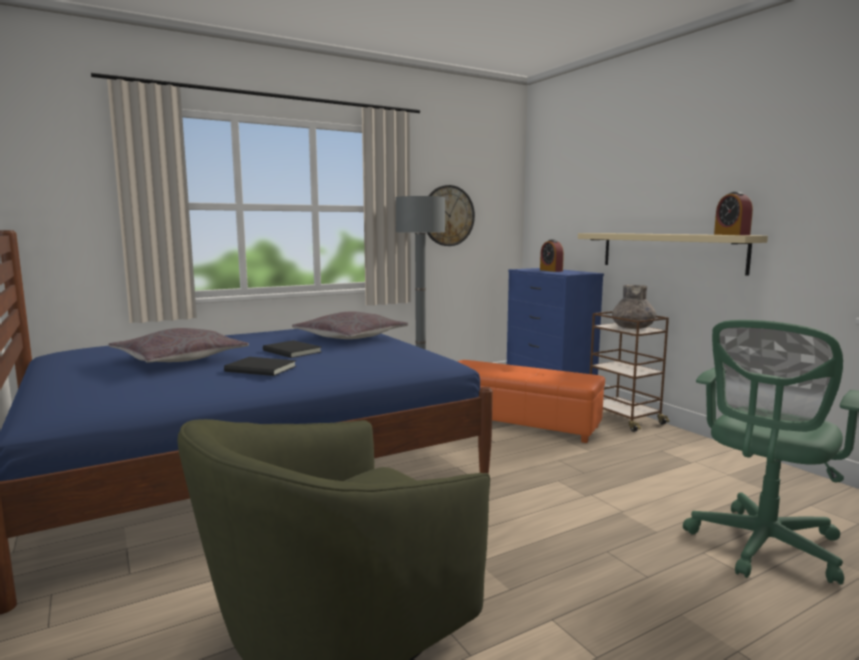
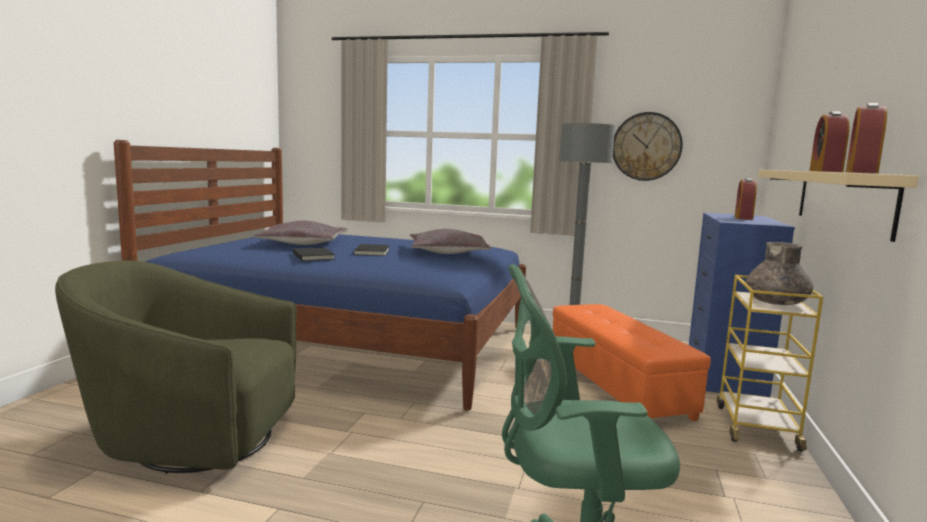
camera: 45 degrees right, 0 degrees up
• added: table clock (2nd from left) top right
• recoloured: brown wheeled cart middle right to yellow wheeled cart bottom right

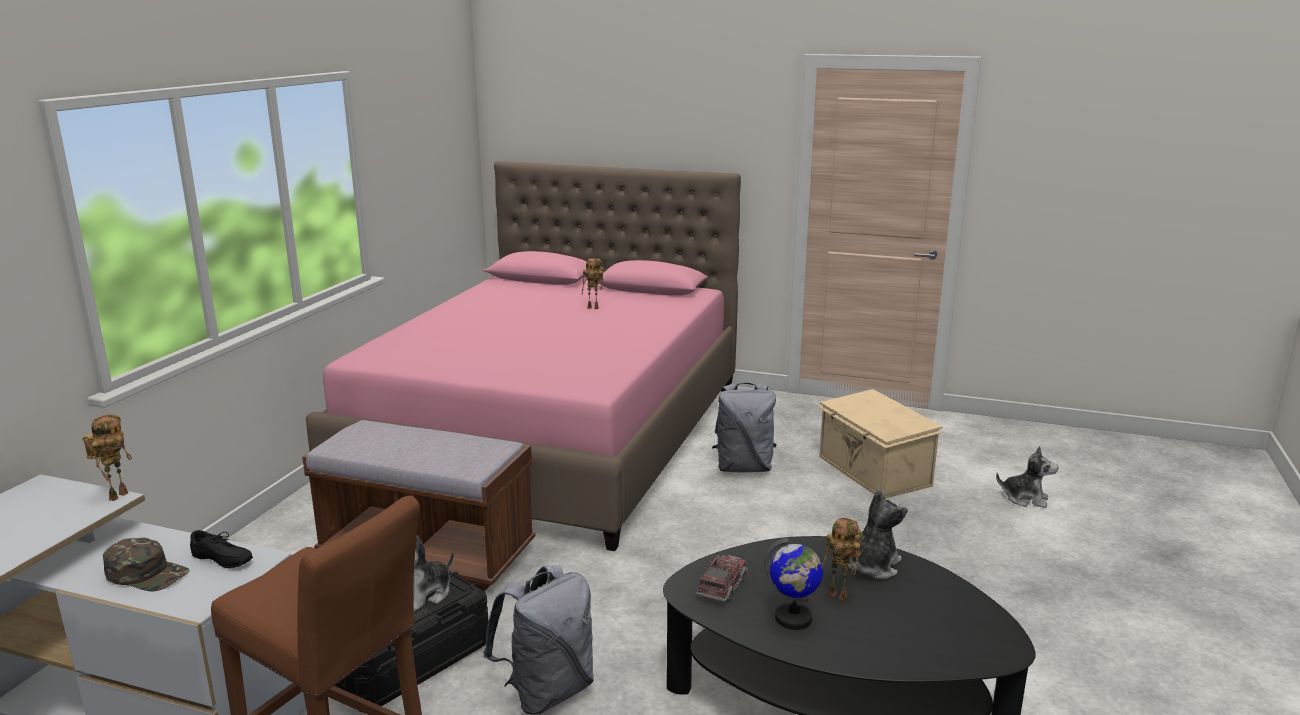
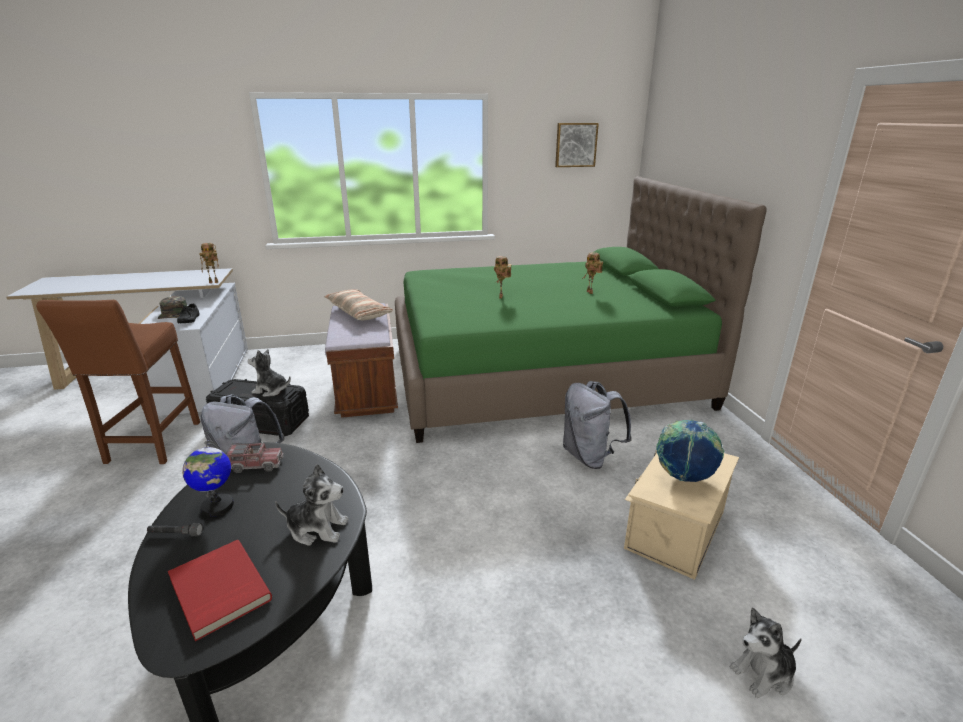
camera: 60 degrees right, 5 degrees up
• added: grey hand torch bottom left
• added: red-coloured book bottom left
• added: pillow centre
• added: picture top centre
• added: world globe (2nd from left) middle right
• moved: model robot (3rd from left in the first image) bottom centre to model robot (2nd from left) centre
• recoloured: pink bedroom bed centre to green bedroom bed centre
• turned: cuddly toy (3rd from left) bottom right = bottom right 75 degrees clockwise

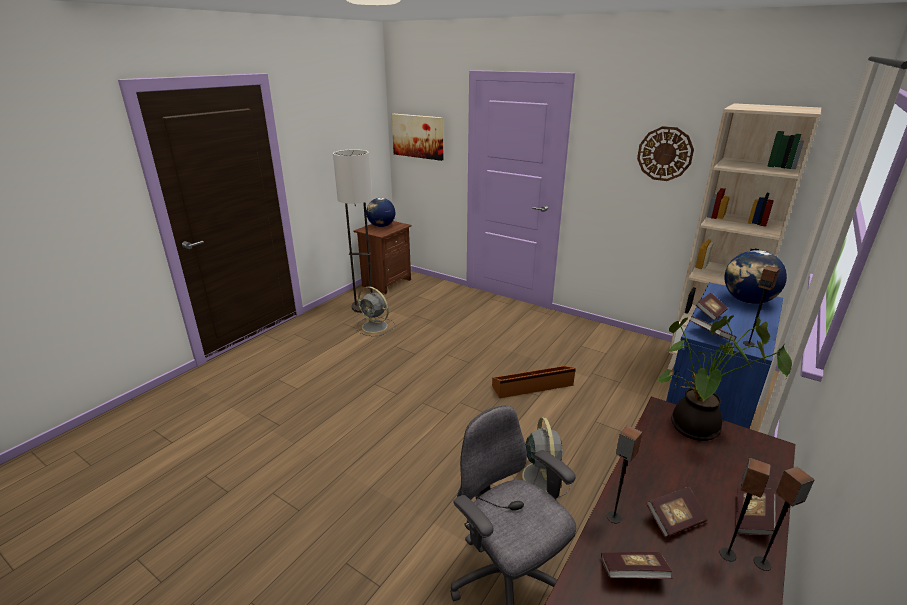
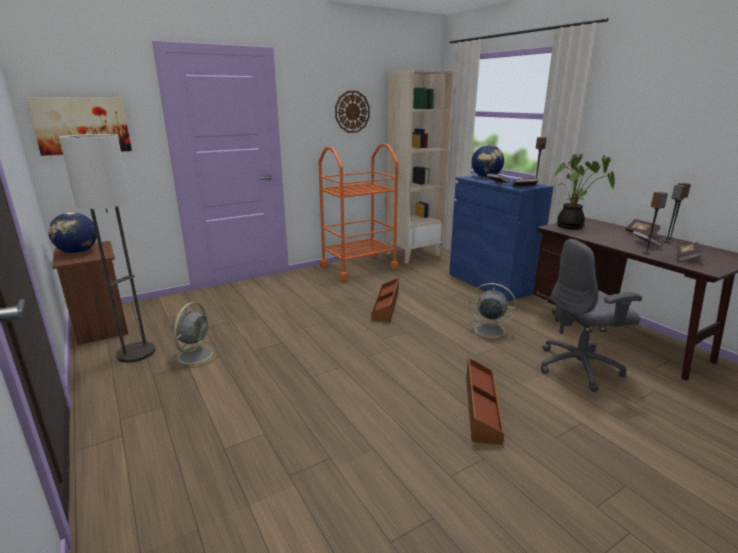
camera: 65 degrees left, 5 degrees down
• added: orange-coloured wheeled cart centre
• added: brown storage container (2nd from left) bottom centre
• turned: grey cooling fan (1st from left) centre = middle left 45 degrees counterclockwise

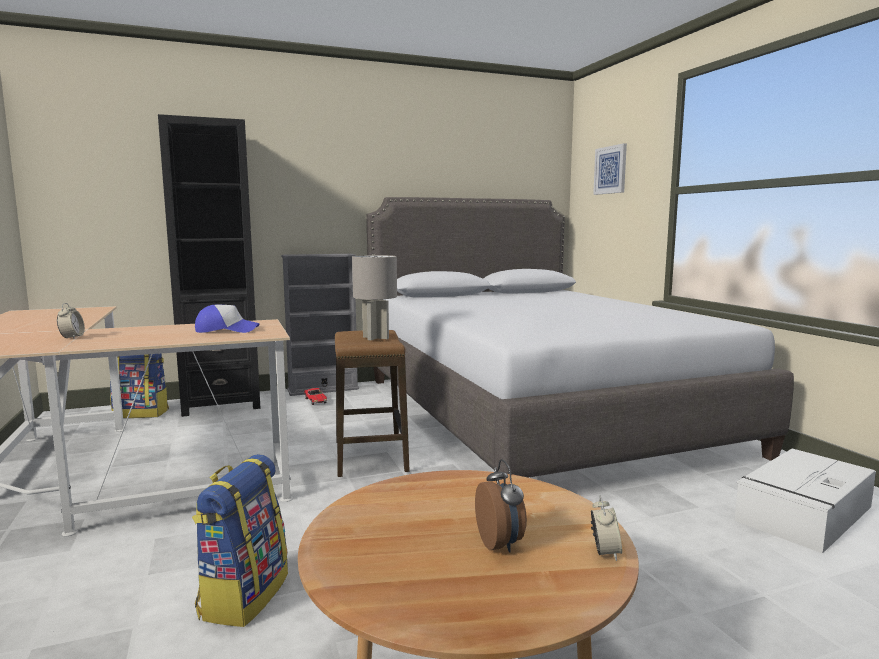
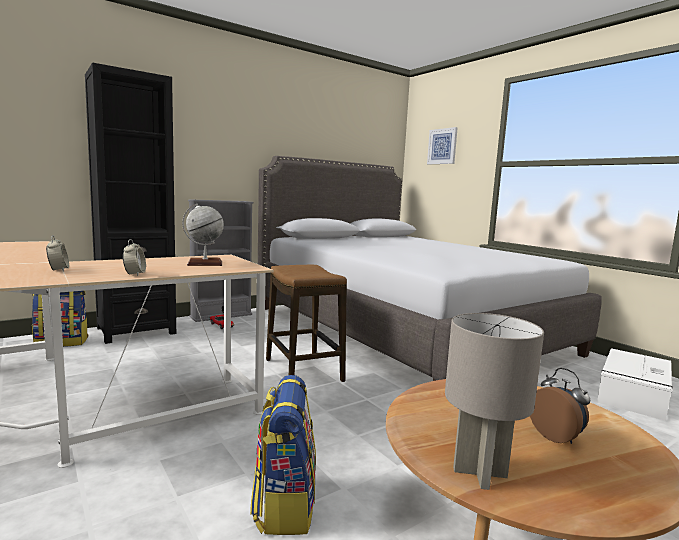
camera: 15 degrees left, 0 degrees up
• moved: grey lamp for a table centre to bottom right
• moved: table clock (3rd from left in the first image) bottom right to table clock (2nd from left) middle left
• replaced: peaked cap middle left to world globe middle left

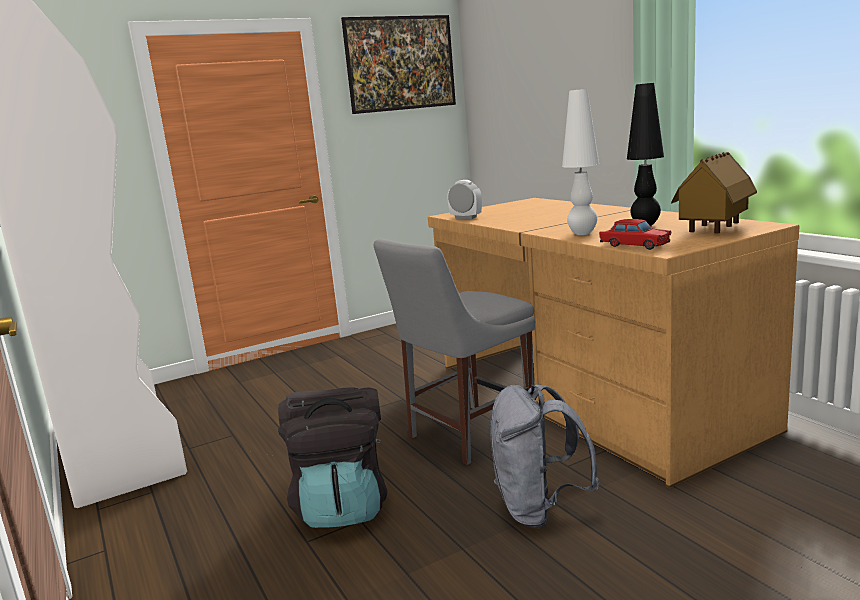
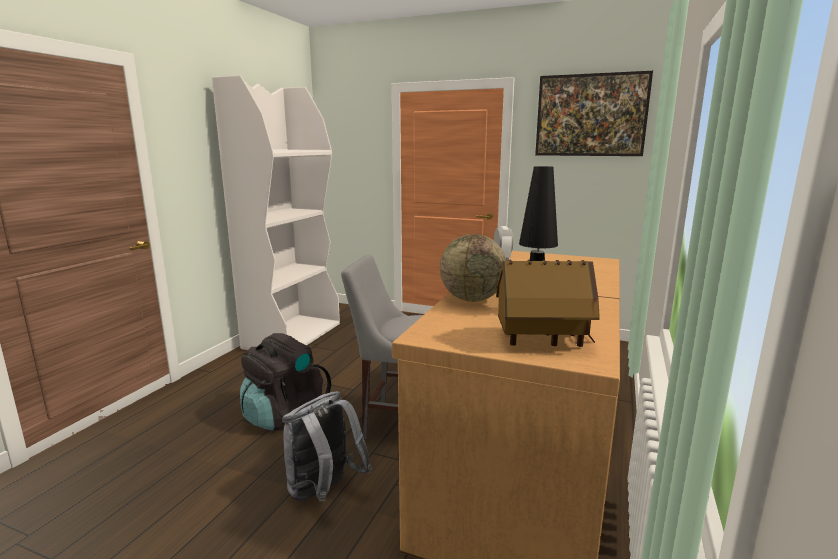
camera: 50 degrees right, 0 degrees up
• removed: red-coloured model car middle right
• replaced: whitish lamp for a table top right to world globe centre

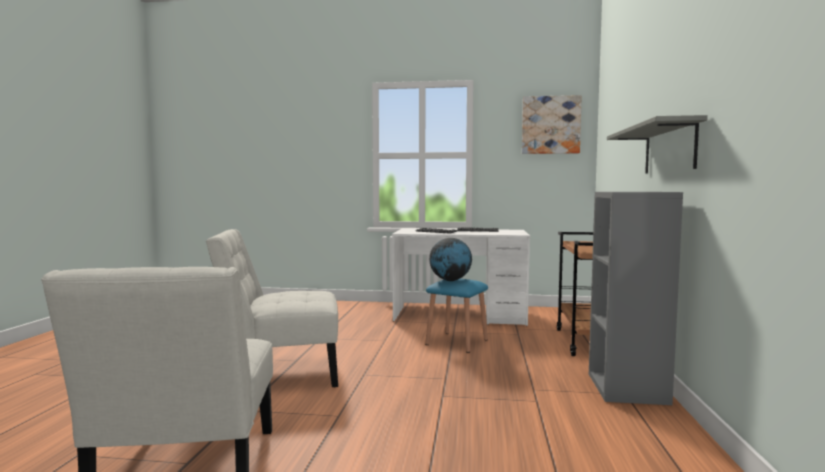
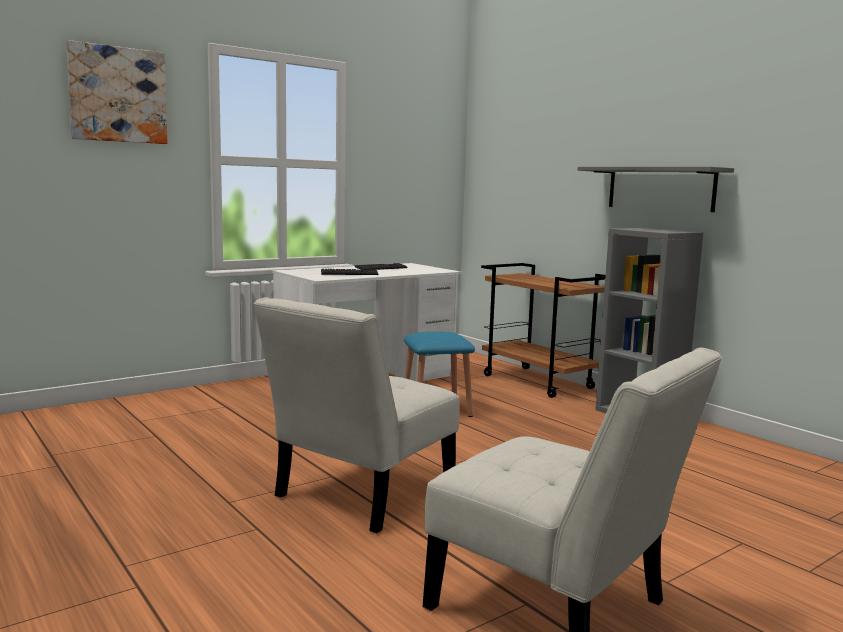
camera: 45 degrees left, 5 degrees up
• removed: world globe centre
• moved: picture top right to top left

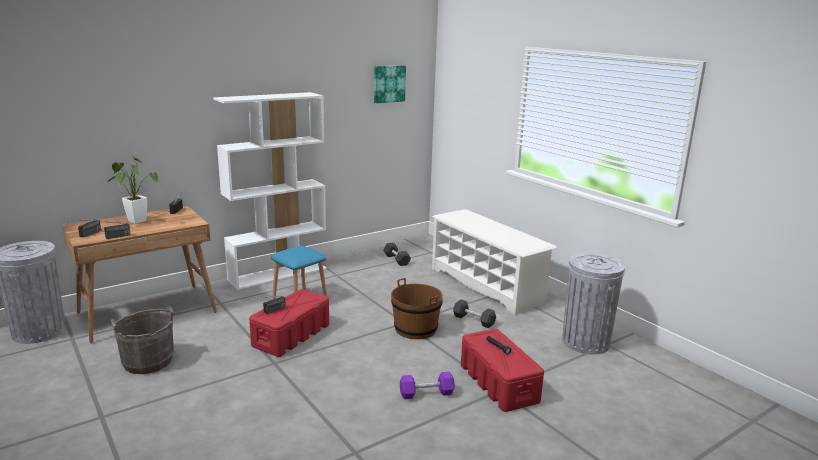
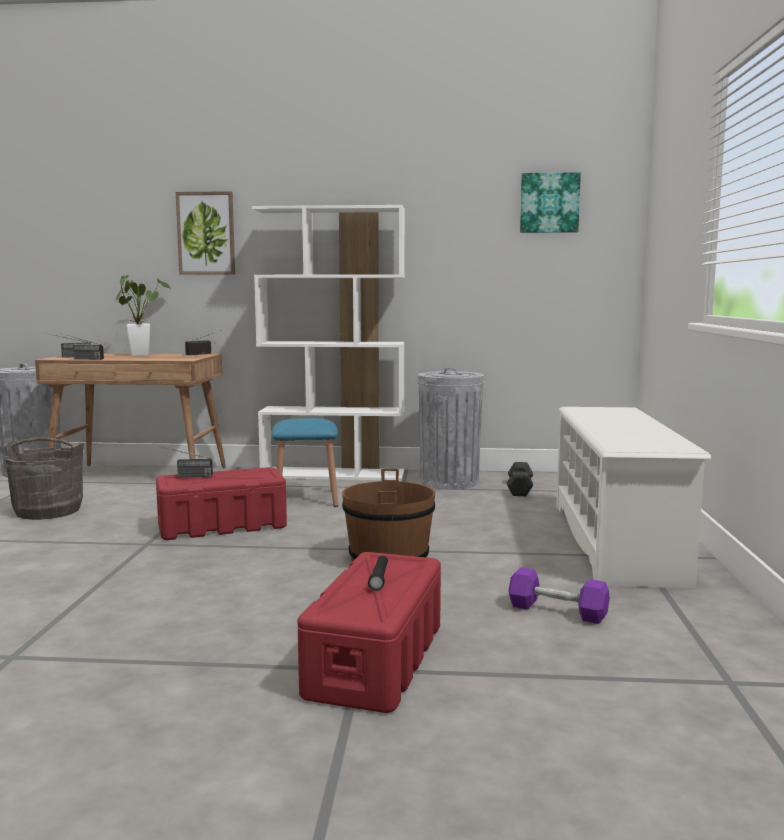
camera: 40 degrees right, 10 degrees down
• removed: blackish free weight (2nd from left) bottom centre
• added: picture (1st from left) top left
• moved: purple-coloured free weight bottom centre to bottom right
• moved: grey rubbish bin (2nd from left) middle right to centre

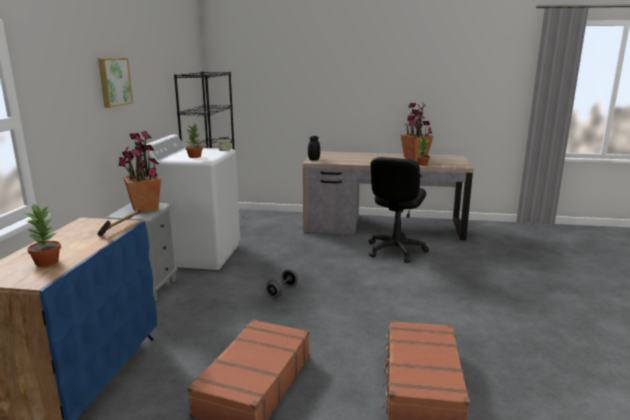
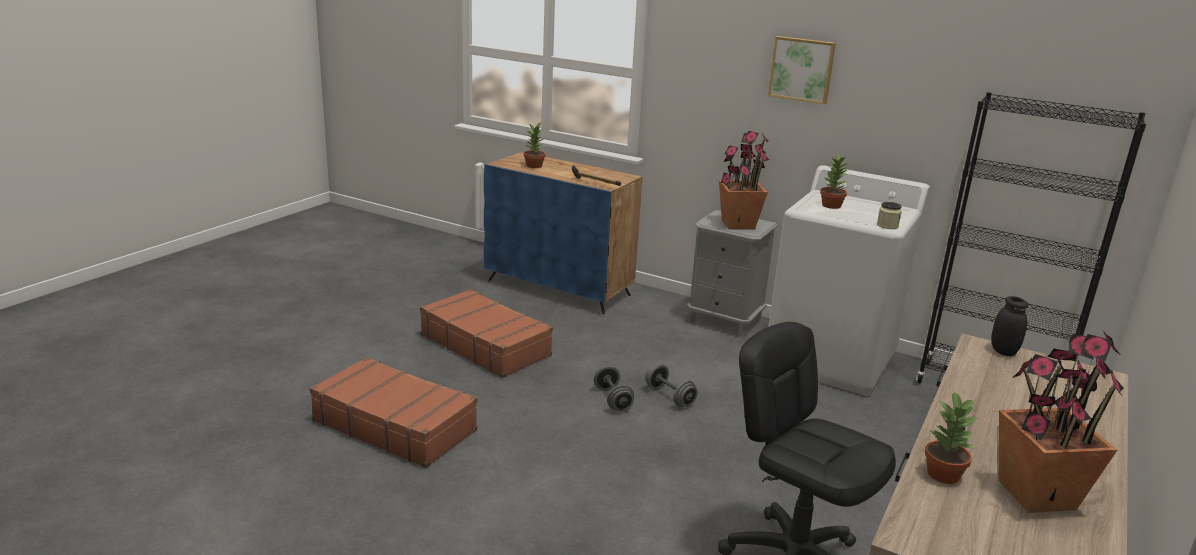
camera: 110 degrees right, 5 degrees up
• added: grey free weight (1st from left) bottom centre

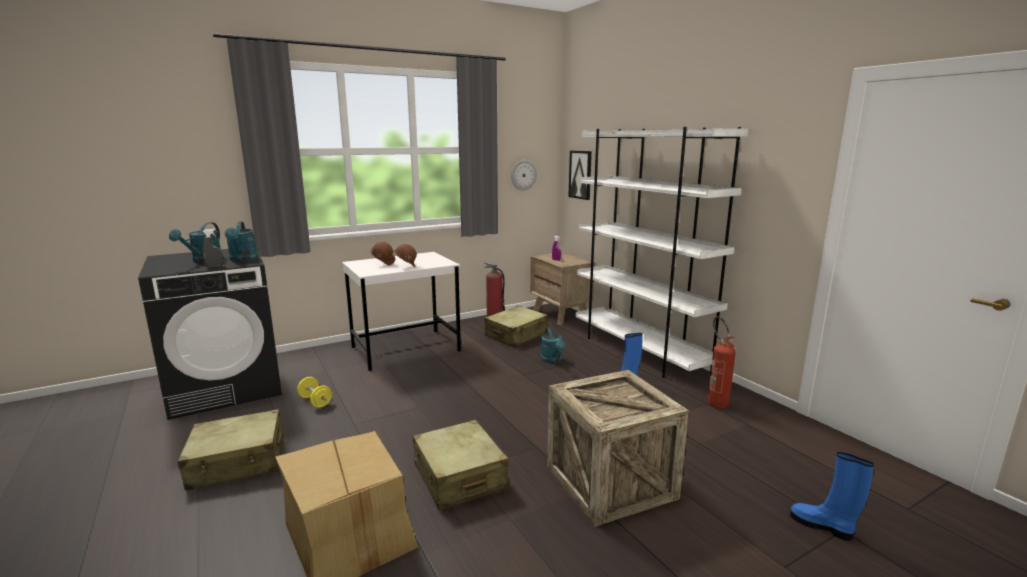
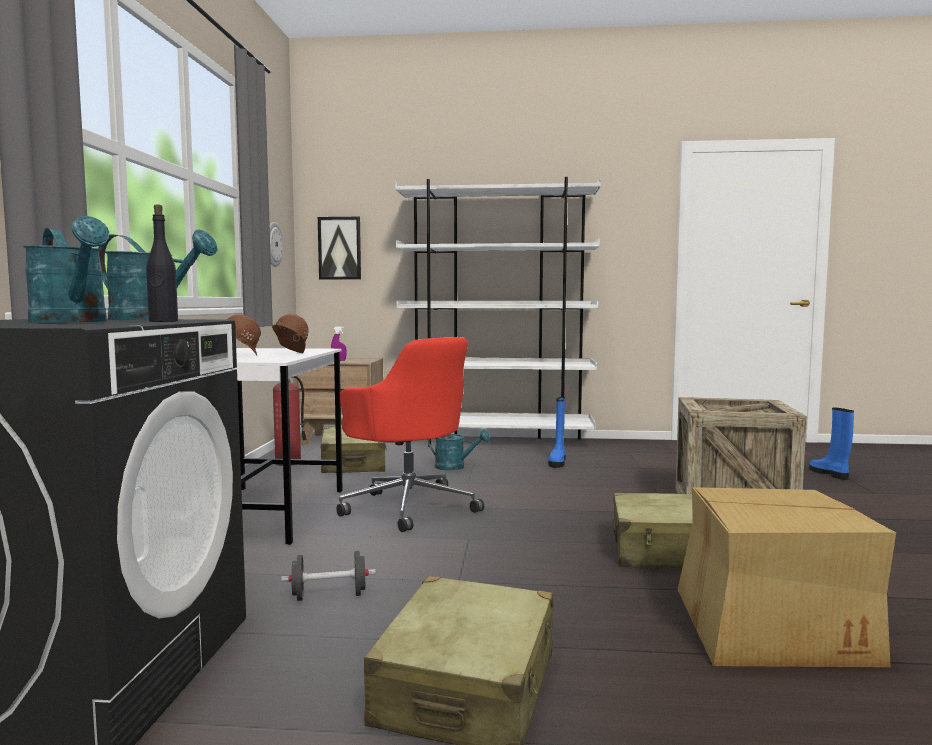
camera: 55 degrees left, 10 degrees down
• removed: extinguisher (2nd from left) middle right
• added: red-coloured office chair centre
• replaced: grey sprayer middle left to blackish beverage bottle middle left
• recoloured: yellow free weight bottom left to blackish free weight bottom centre
• turned: bluish boot (2nd from left) bottom right = middle right 90 degrees clockwise

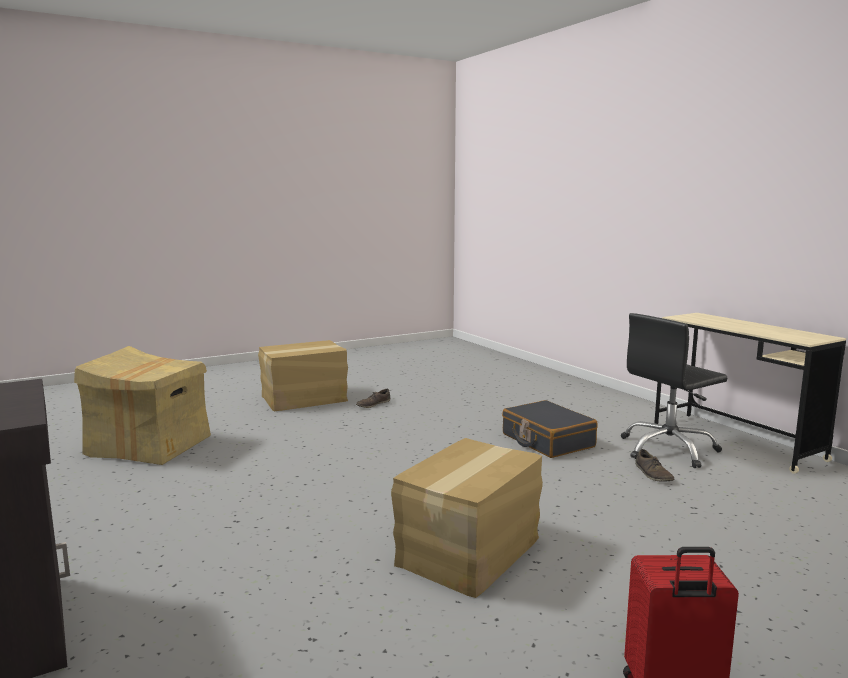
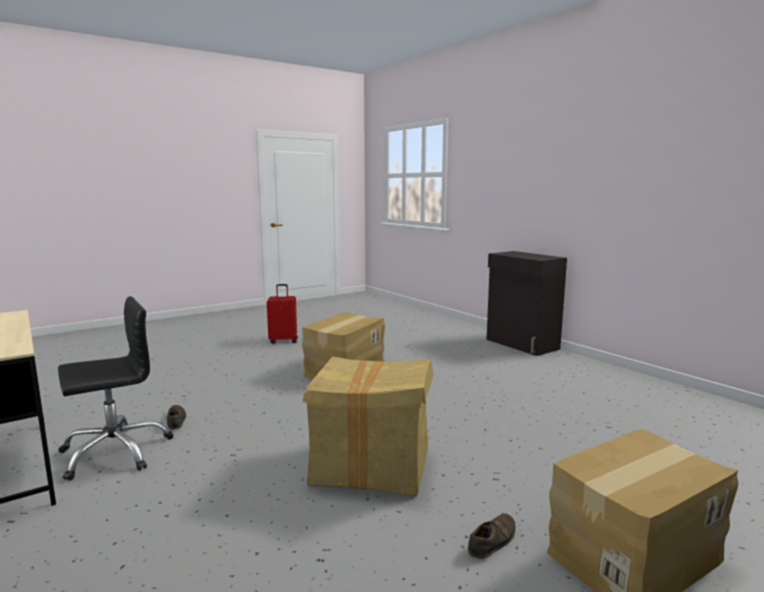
camera: 175 degrees right, 0 degrees up
• removed: blackish suitcase centre
• moved: carton (1st from left in the first image) middle left to carton (2nd from left) bottom centre

